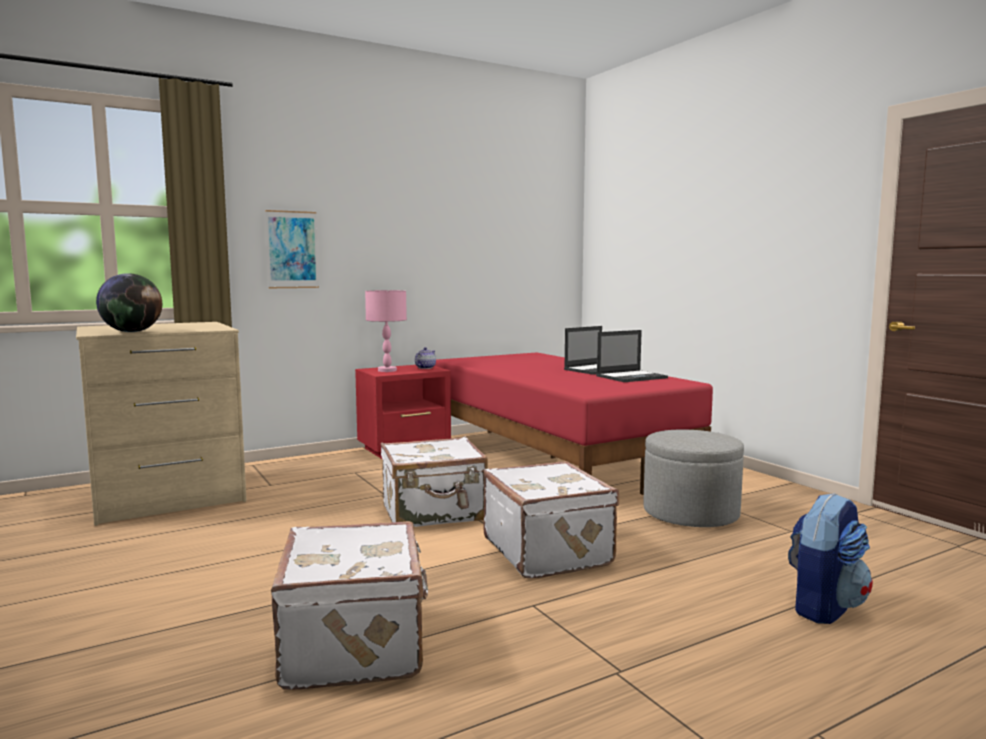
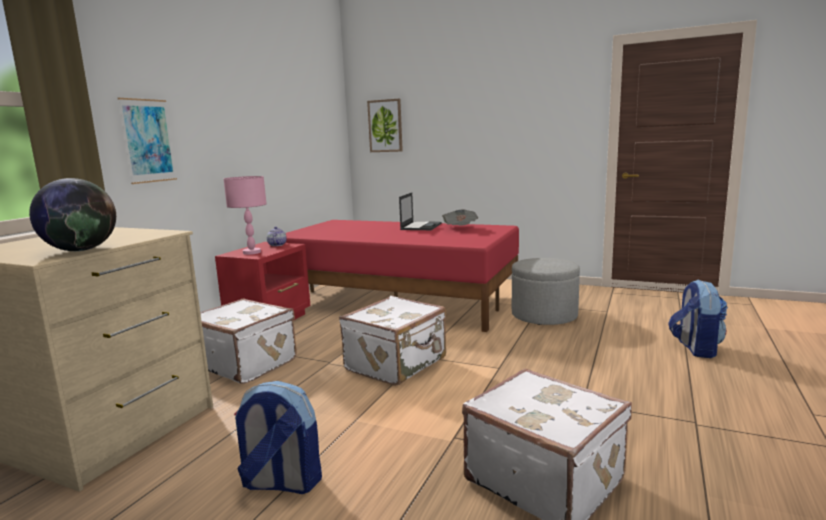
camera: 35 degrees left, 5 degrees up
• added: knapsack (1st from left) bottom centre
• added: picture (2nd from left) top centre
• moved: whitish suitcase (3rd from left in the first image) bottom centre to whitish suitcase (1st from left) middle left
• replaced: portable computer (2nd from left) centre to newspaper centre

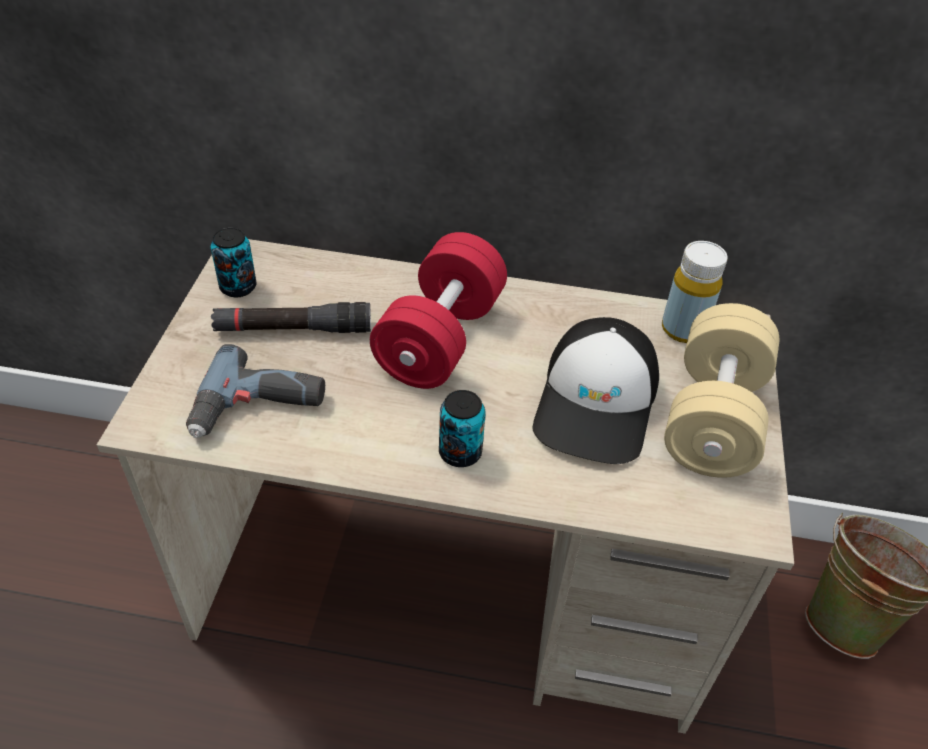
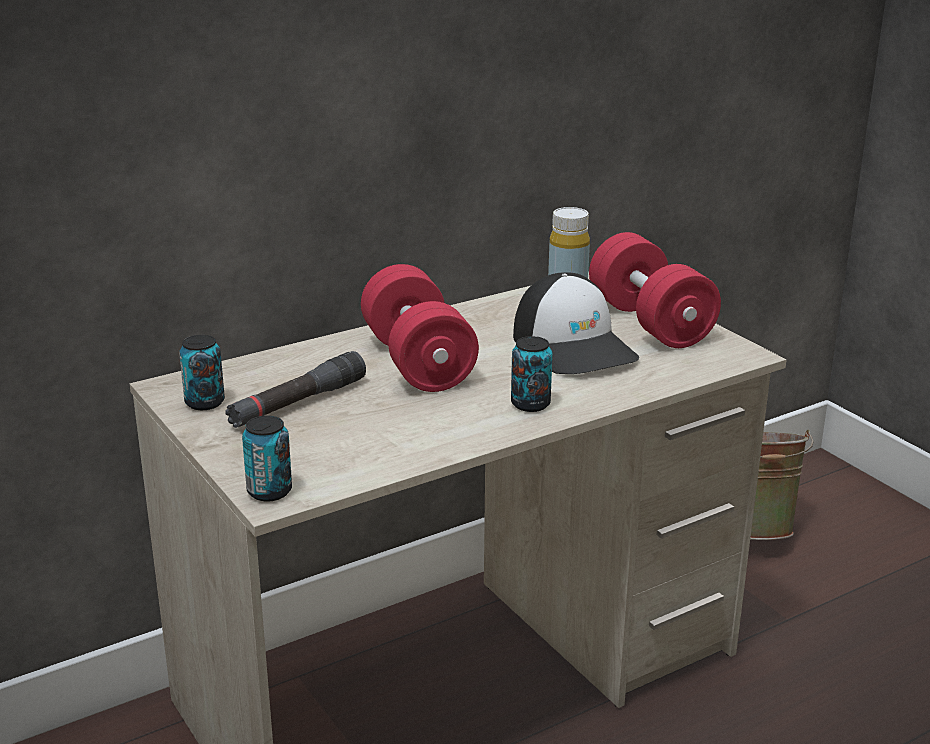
camera: 40 degrees left, 20 degrees down
• removed: drill middle left
• added: metal can (2nd from left) middle left
• recoloured: beige-coloured free weight middle right to red-coloured free weight (2nd from left) middle right

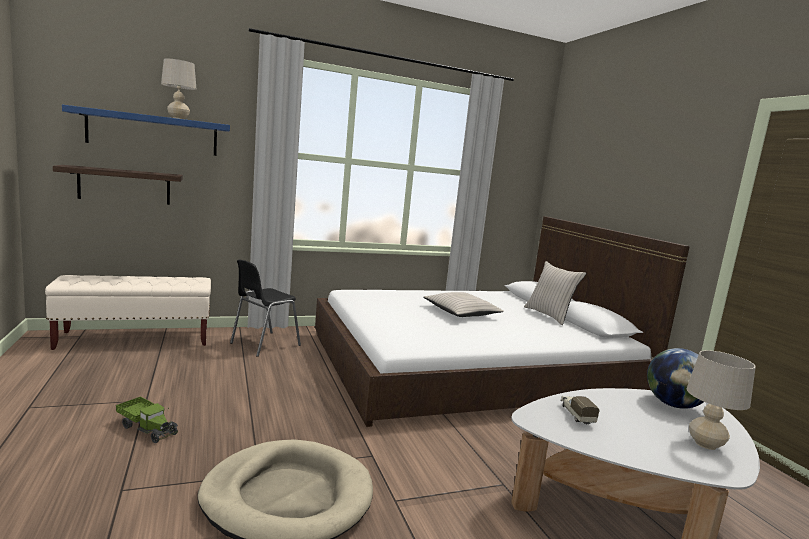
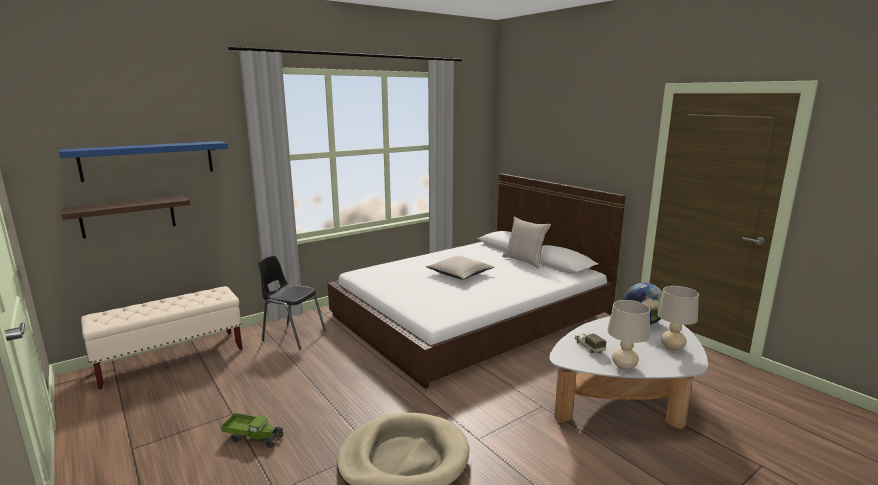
camera: 15 degrees left, 5 degrees up
• moved: beige-coloured lamp for a table (1st from left) top left to bottom right
• turned: blackish upright chair middle left = middle left 90 degrees clockwise

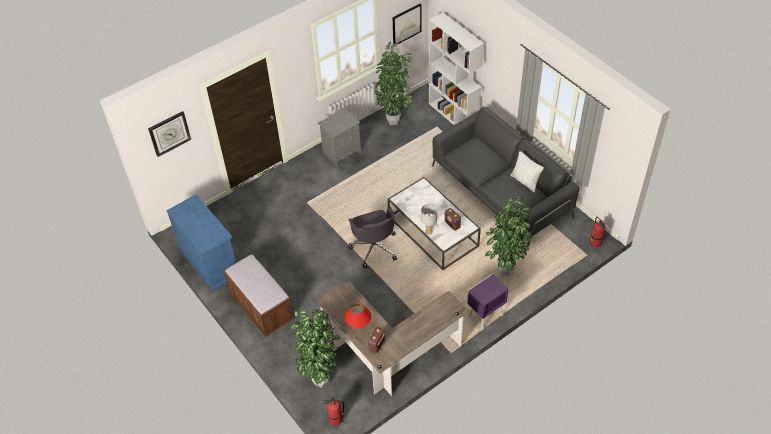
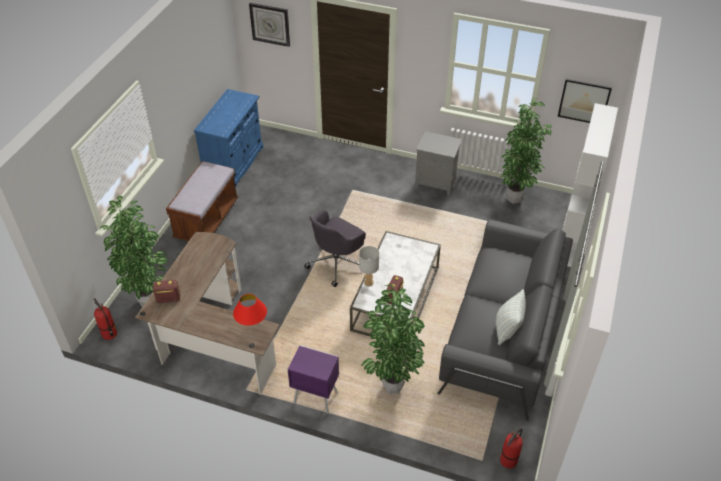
camera: 55 degrees right, 5 degrees down
• moved: red-coloured lamp for a table bottom centre to centre

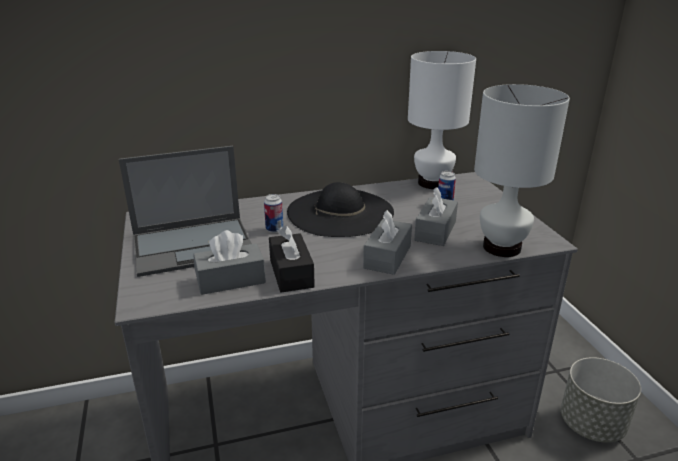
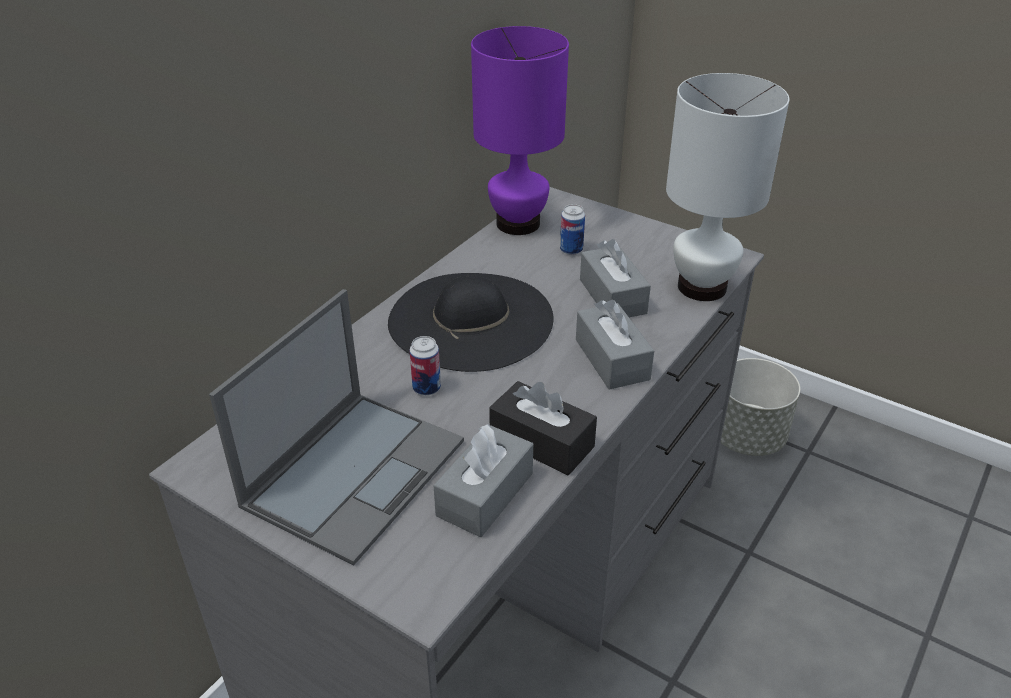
camera: 40 degrees left, 10 degrees up
• recoloured: whitish lamp for a table (1st from left) top centre to purple-coloured lamp for a table top centre

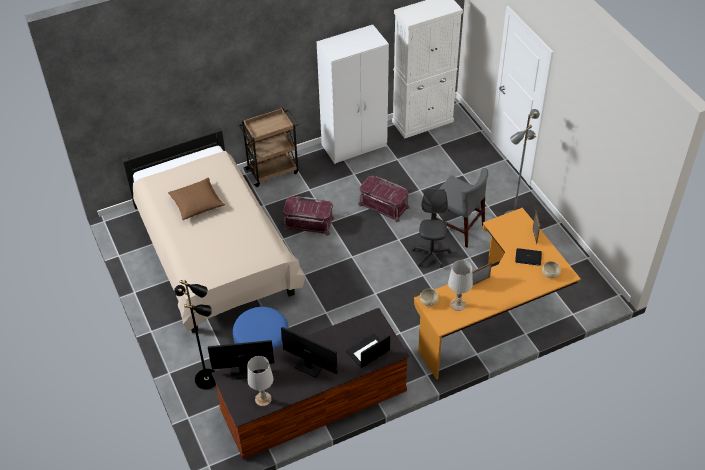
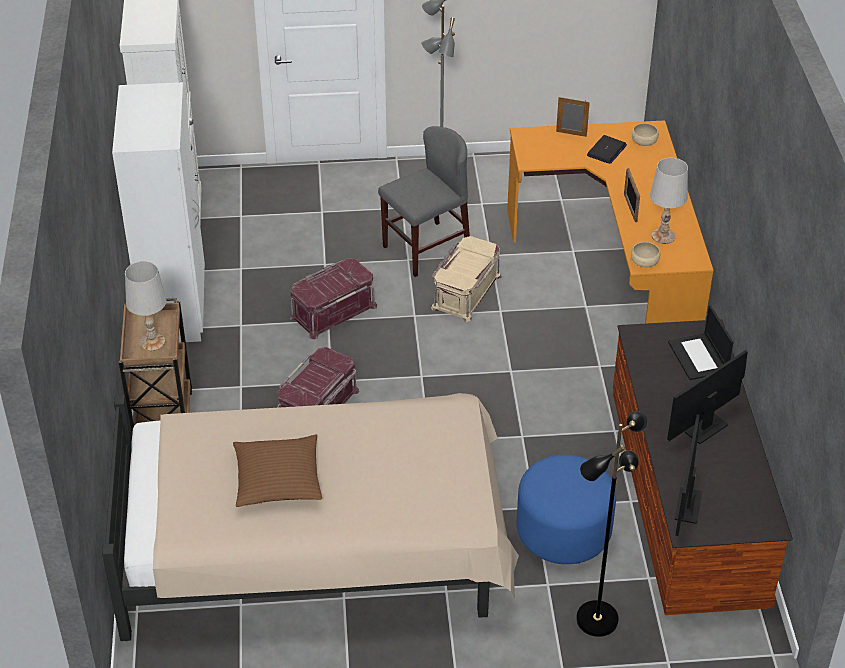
camera: 70 degrees left, 5 degrees down
• moved: whitish lamp for a table (1st from left) bottom centre to middle left
• replaced: grey office chair centre to beige-coloured storage container centre

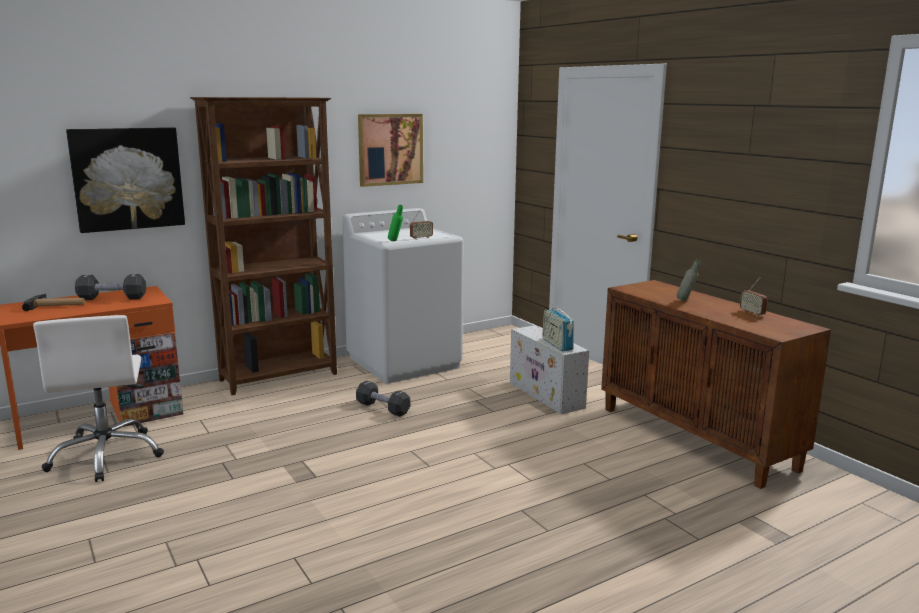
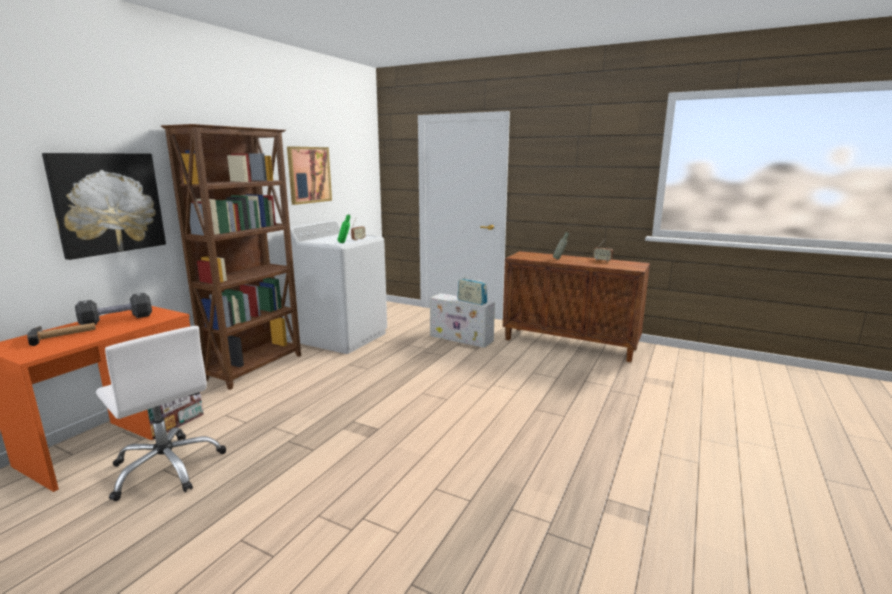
camera: 30 degrees left, 0 degrees up
• removed: blackish free weight (2nd from left) centre

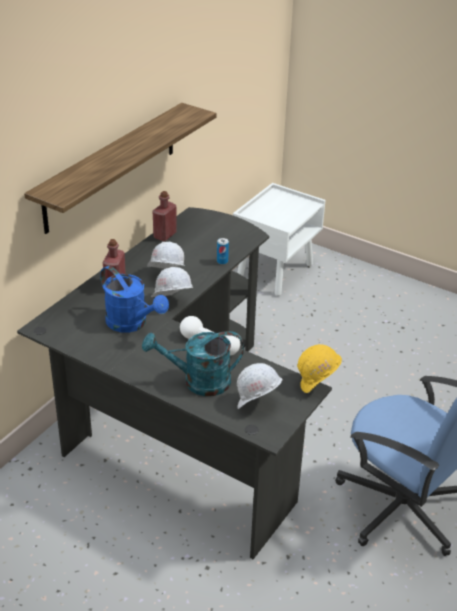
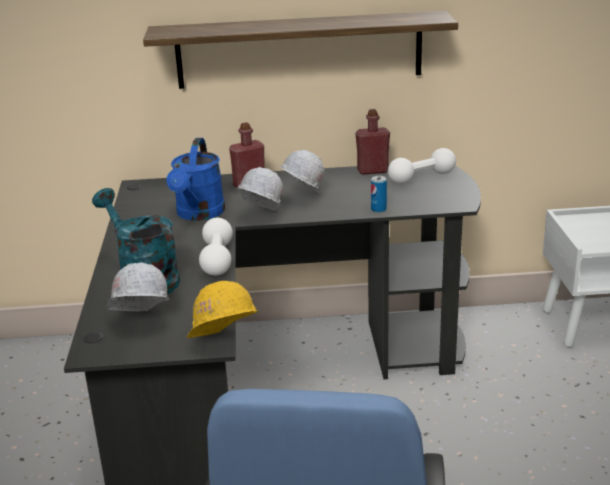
camera: 55 degrees right, 10 degrees down
• added: whitish free weight (2nd from left) middle right

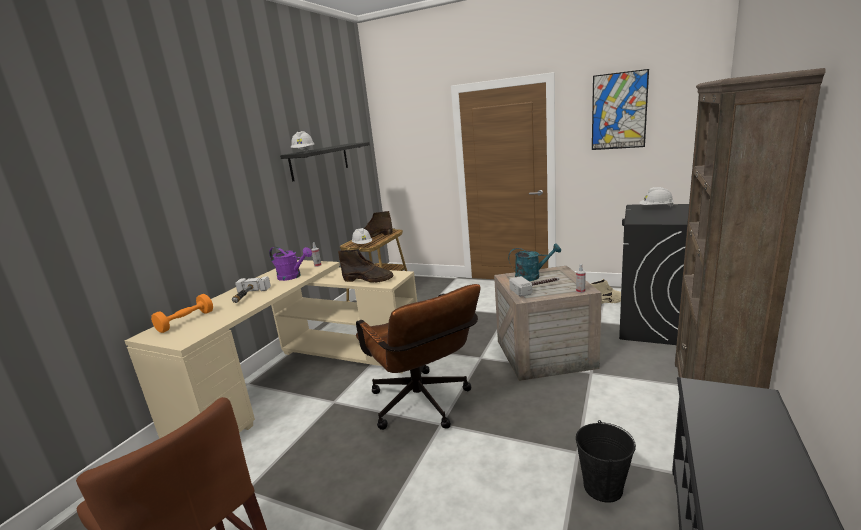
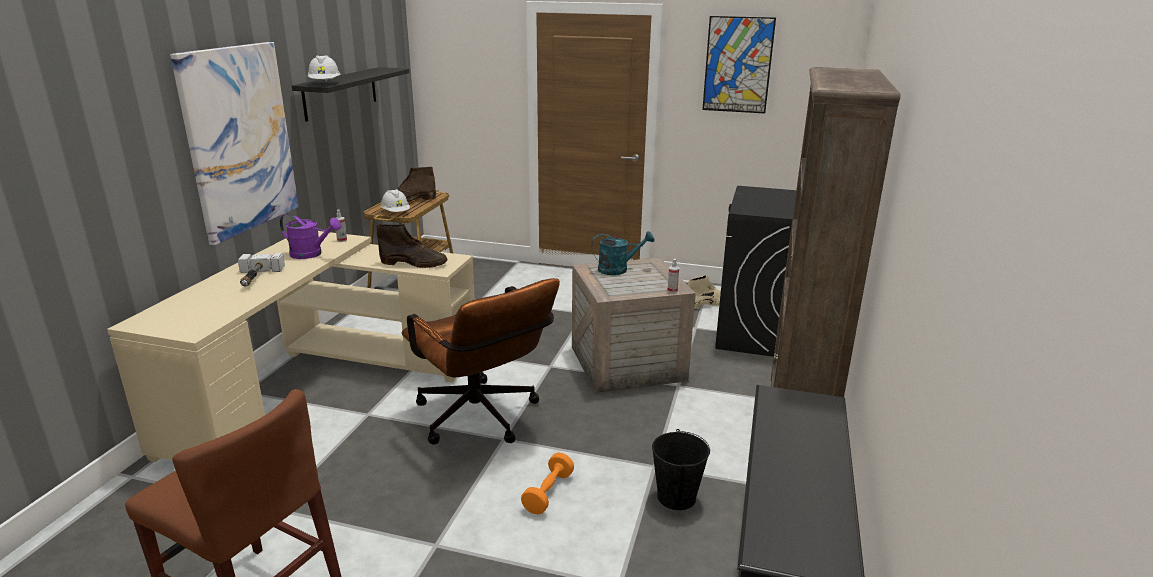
camera: 10 degrees left, 5 degrees up
• removed: hand hammer (2nd from left) centre
• removed: whitish safety helmet (3rd from left) middle right
• added: picture (1st from left) top left
• moved: orange-coloured free weight middle left to bottom centre

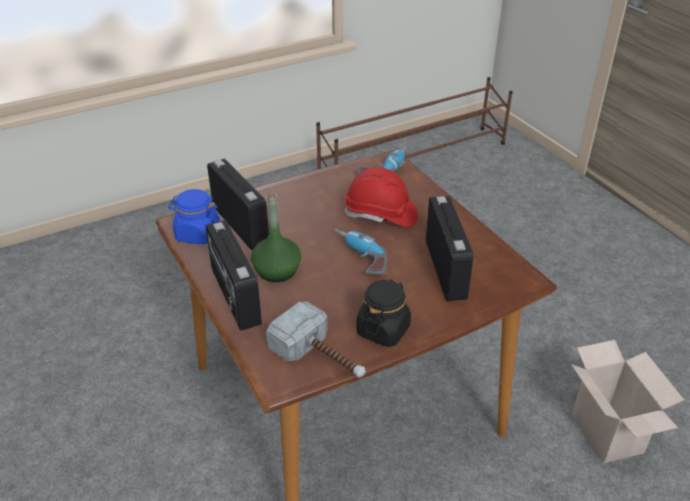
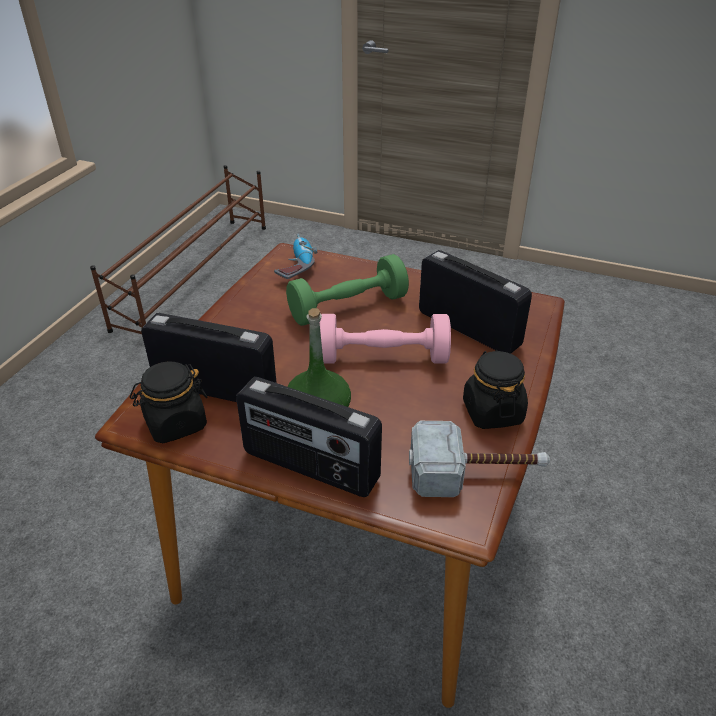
camera: 40 degrees left, 0 degrees up
• removed: carton bottom right
• replaced: drill (1st from left) centre to pink free weight centre
• replaced: red-coloured safety helmet centre to green free weight centre
• recoloured: bluish storage jar middle left to blackish storage jar (1st from left) middle left

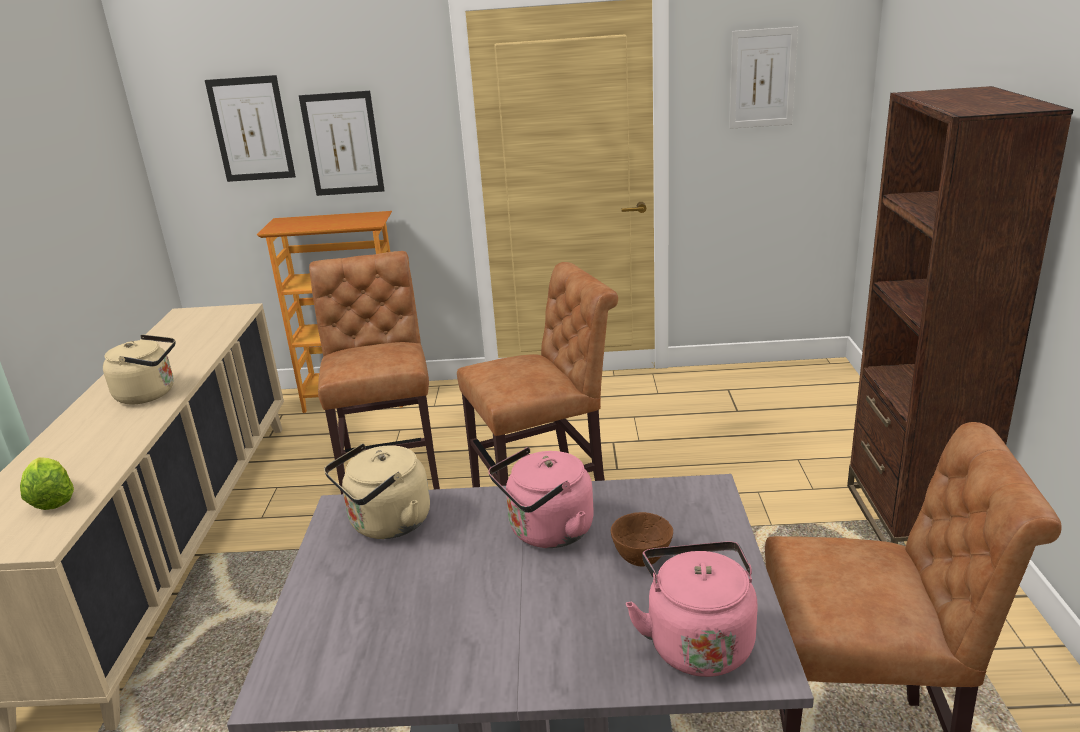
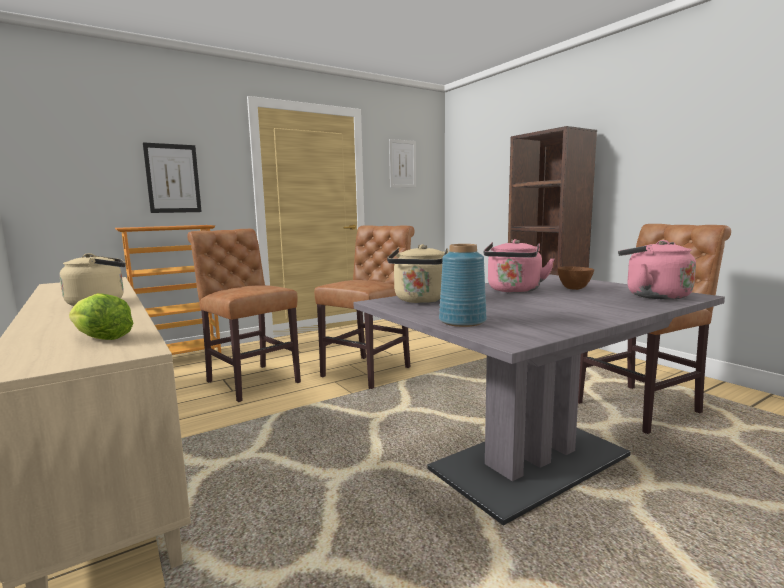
camera: 35 degrees left, 15 degrees down
• removed: picture (1st from left) top left
• added: bluish decorative vase centre

